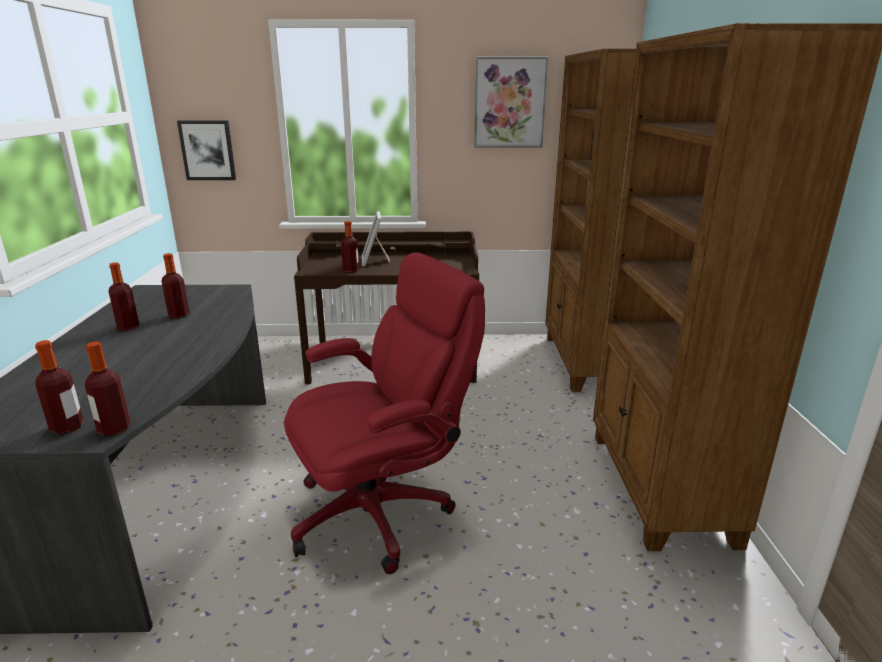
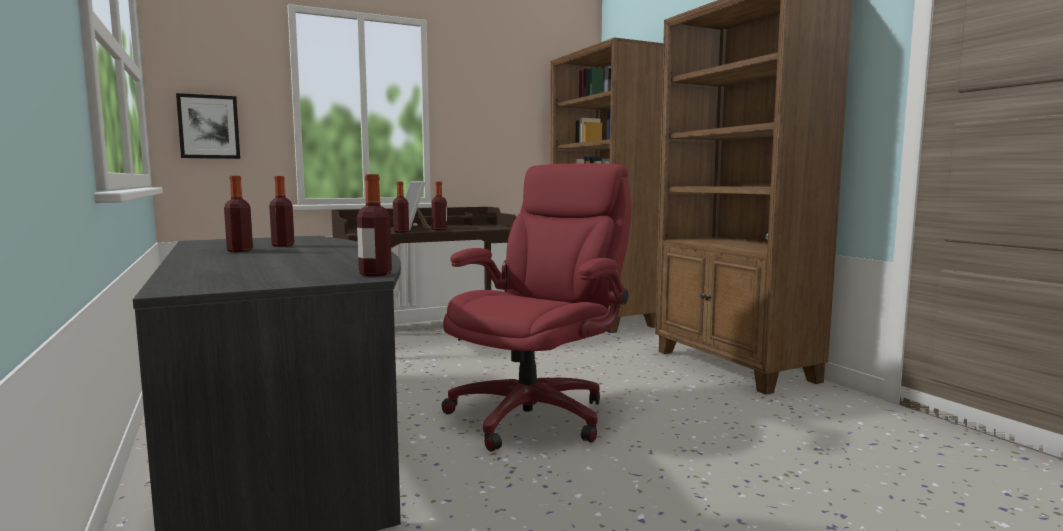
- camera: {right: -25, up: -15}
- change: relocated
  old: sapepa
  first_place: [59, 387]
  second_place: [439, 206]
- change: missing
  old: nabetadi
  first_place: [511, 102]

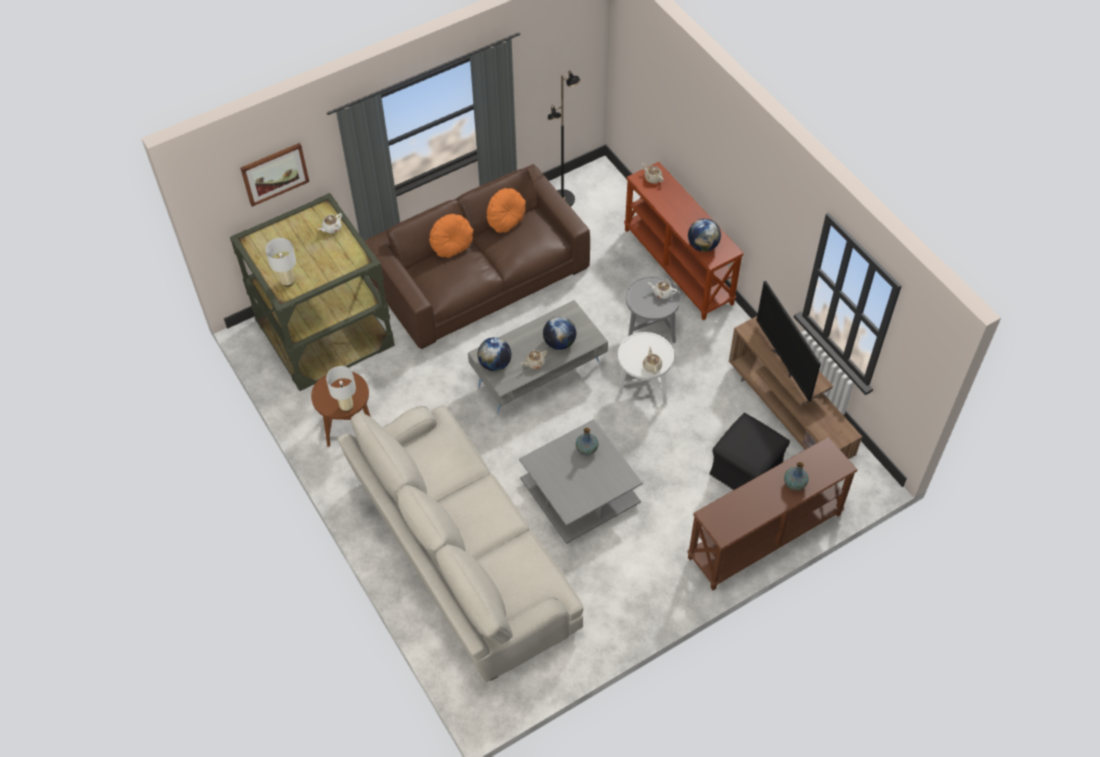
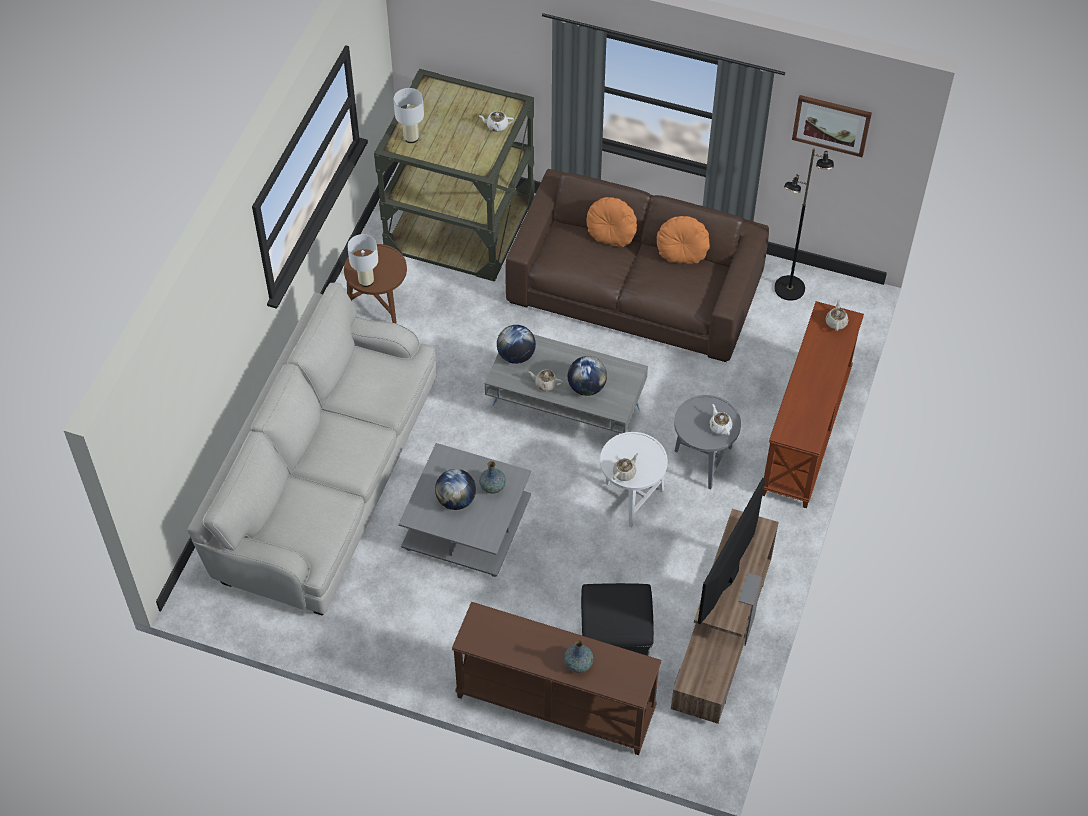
- camera: {right: 50, up: 0}
- change: relocated
  old: nabetadi
  first_place: [274, 175]
  second_place: [832, 126]
- change: relocated
  old: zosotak
  first_place: [704, 235]
  second_place: [455, 489]

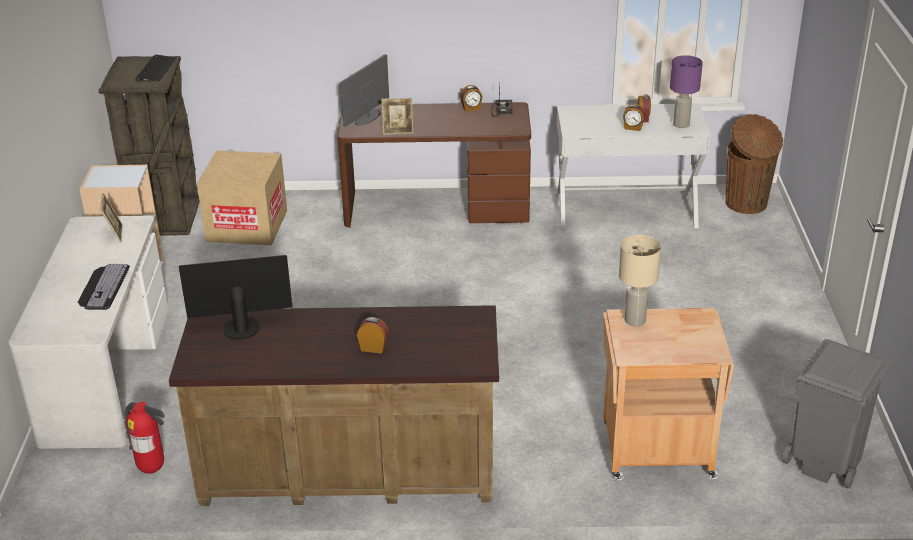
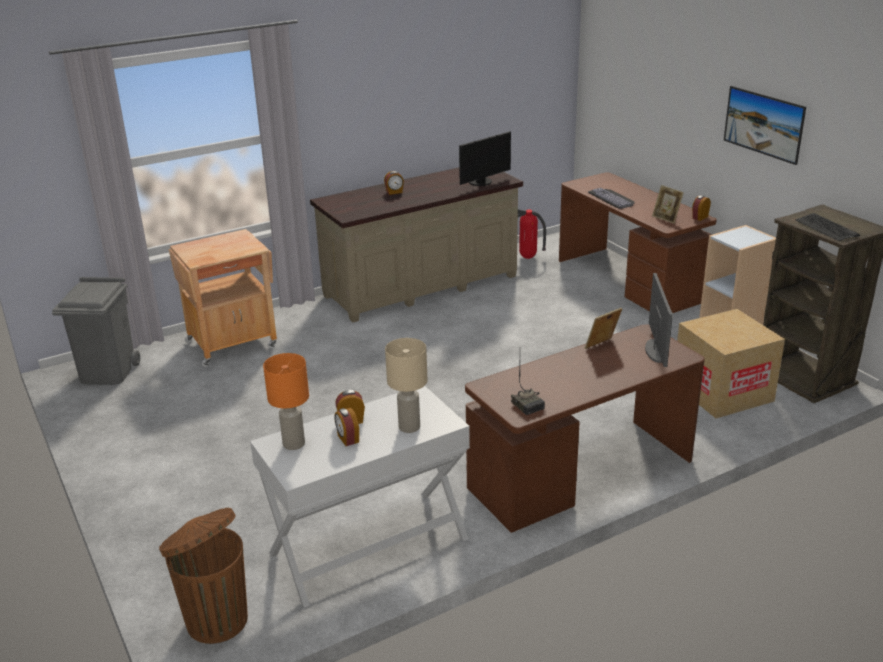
- camera: {right: 150, up: -5}
- change: colour
  old: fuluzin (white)
  new: fuluzin (brown)
  first_place: [88, 332]
  second_place: [638, 243]
- change: relocated
  old: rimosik
  first_place: [471, 98]
  second_place: [701, 208]
- change: relocated
  old: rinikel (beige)
  first_place: [640, 280]
  second_place: [406, 385]
- change: colour
  old: rinikel (purple)
  new: rinikel (orange)
  first_place: [686, 91]
  second_place: [286, 401]
- change: appeared
  new: nabetadi
  second_place: [765, 125]

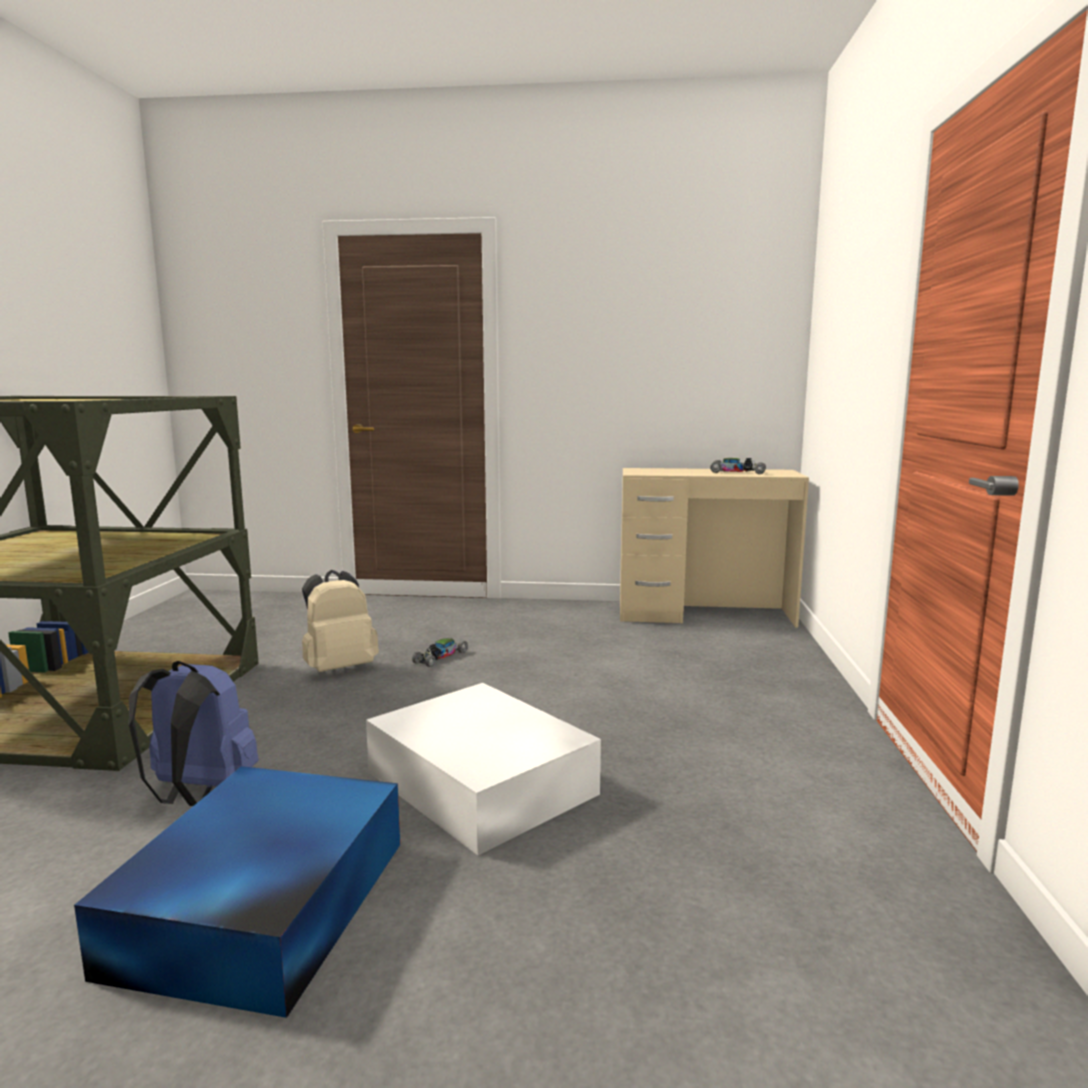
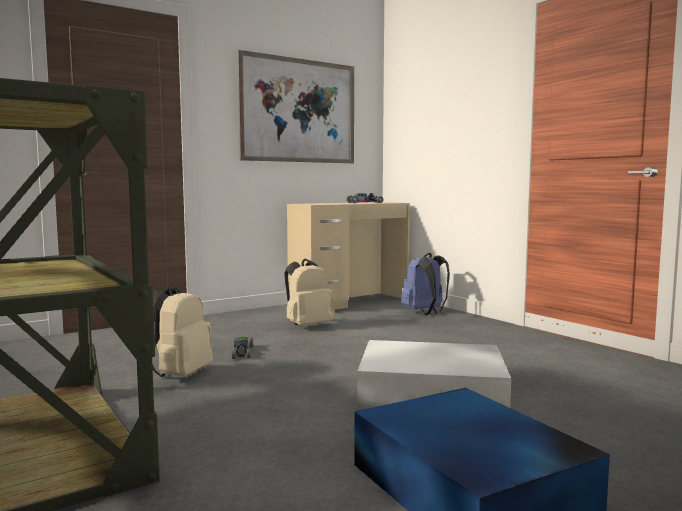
- camera: {right: -40, up: -5}
- change: relocated
  old: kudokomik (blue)
  first_place: [194, 733]
  second_place: [425, 284]
- change: appeared
  new: nabetadi
  second_place: [295, 106]
- change: appeared
  new: kudokomik (beige)
  second_place: [309, 292]

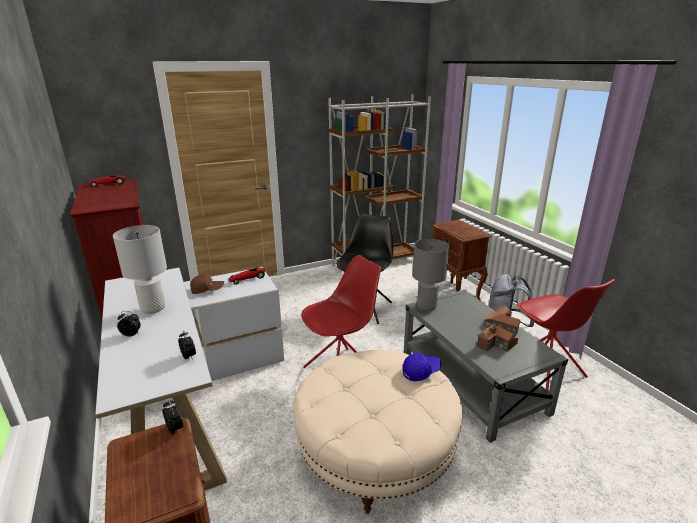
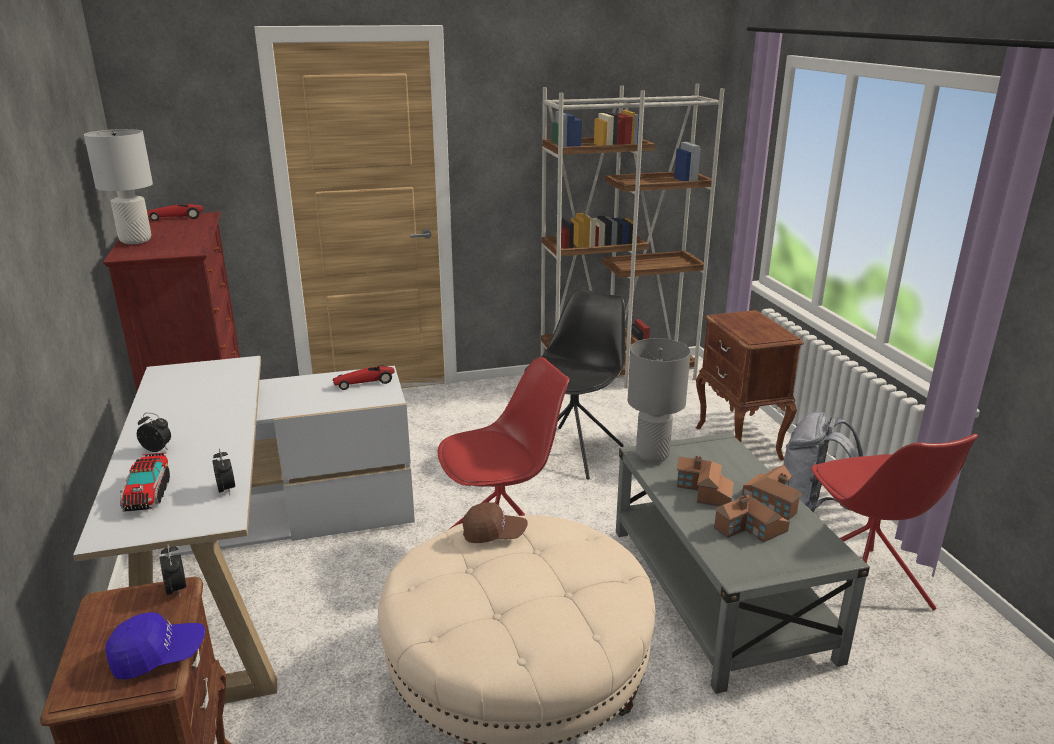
- camera: {right: 10, up: 0}
- change: relocated
  old: rinikel (grey)
  first_place: [140, 269]
  second_place: [118, 186]
- change: relocated
  old: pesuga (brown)
  first_place: [207, 284]
  second_place: [495, 522]
- change: relocated
  old: pesuga (blue)
  first_place: [422, 367]
  second_place: [155, 646]
- change: appeared
  new: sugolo
  second_place: [145, 482]
- change: appeared
  new: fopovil
  second_place: [705, 481]

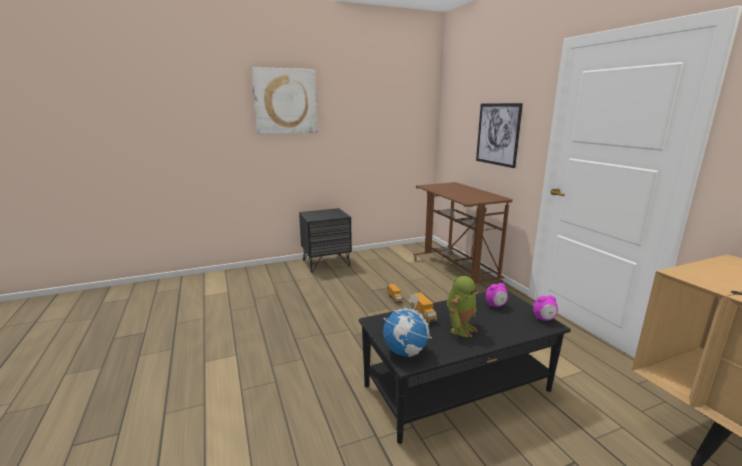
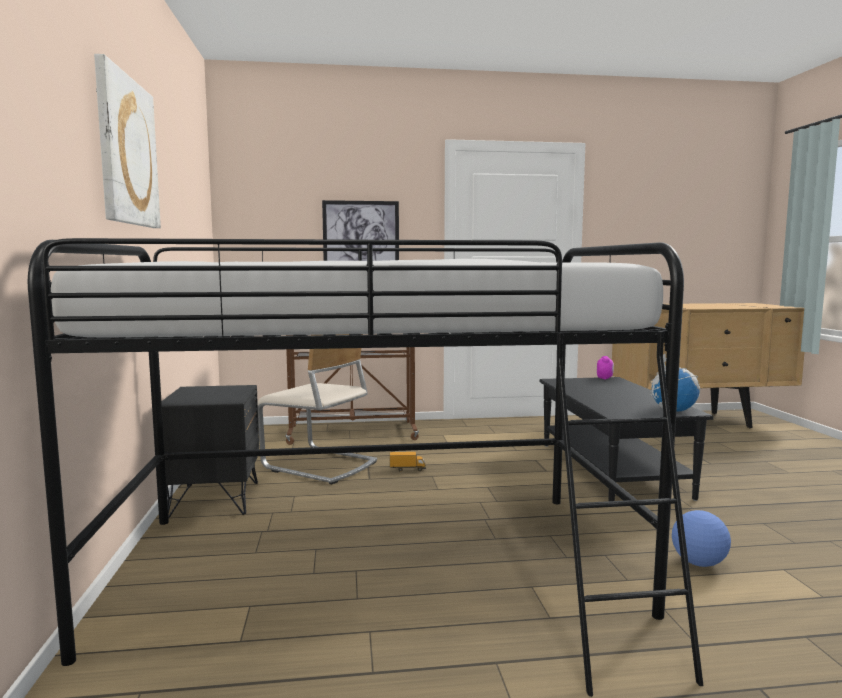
- camera: {right: -75, up: -10}
- change: missing
  old: sugolo
  first_place: [424, 307]
- change: missing
  old: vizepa
  first_place: [462, 306]
- change: missing
  old: rimosik
  first_place: [497, 295]
- change: appeared
  new: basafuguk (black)
  second_place: [365, 467]
- change: appeared
  new: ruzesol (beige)
  second_place: [317, 409]
- change: appeared
  new: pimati
  second_place: [701, 538]

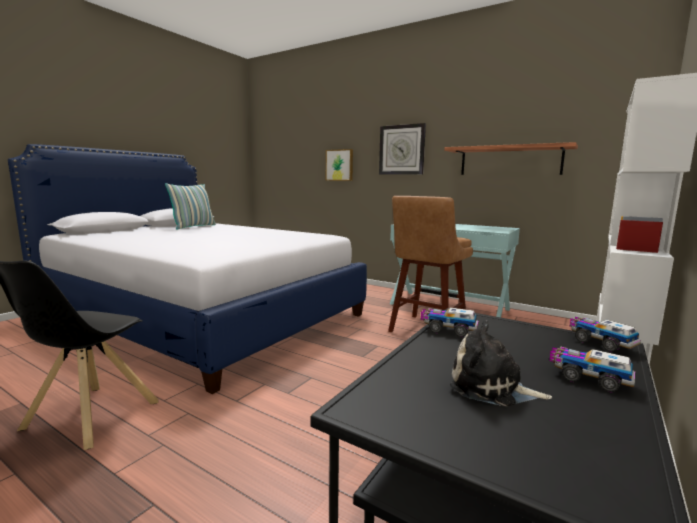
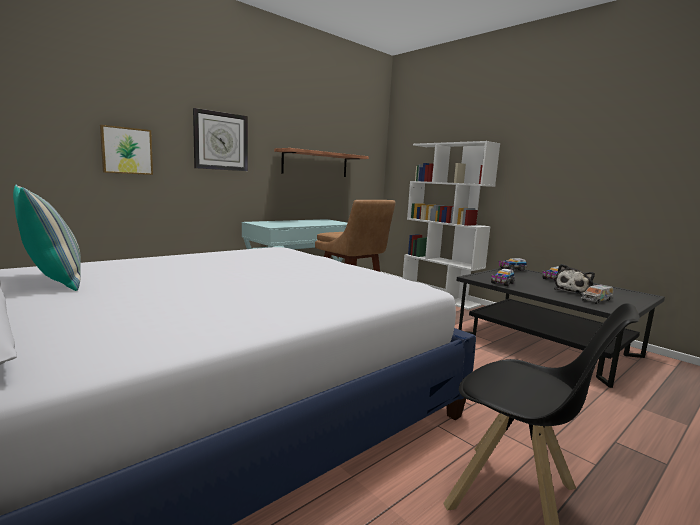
- camera: {right: -75, up: 0}
- change: appeared
  new: sugolo
  second_place: [597, 294]

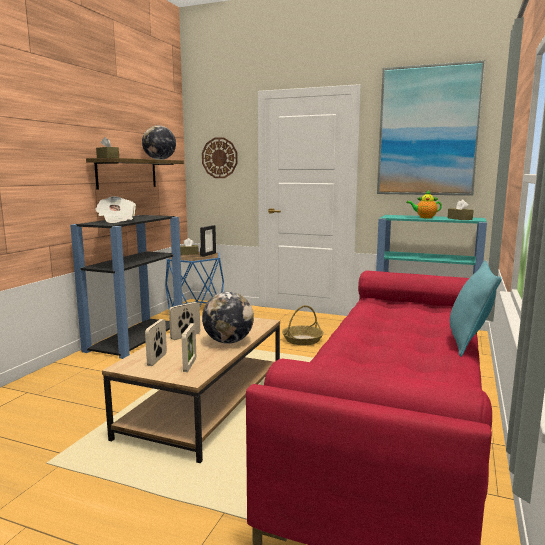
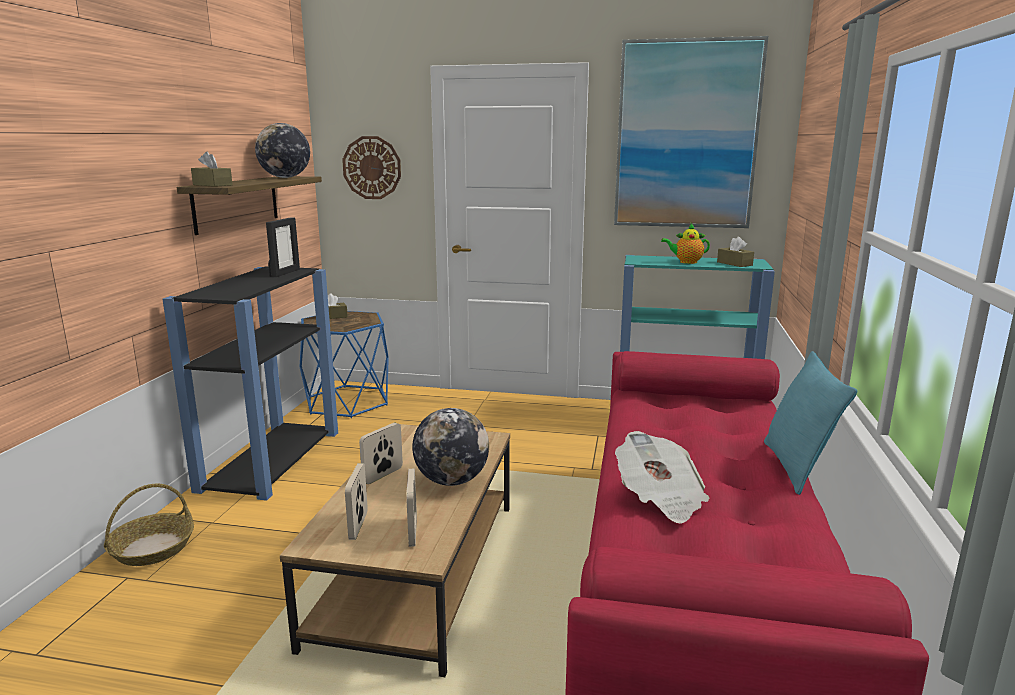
- camera: {right: -10, up: 5}
- change: relocated
  old: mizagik
  first_place: [115, 209]
  second_place: [662, 477]
- change: relocated
  old: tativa
  first_place: [208, 241]
  second_place: [283, 247]
- change: relocated
  old: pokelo
  first_place: [303, 325]
  second_place: [149, 525]

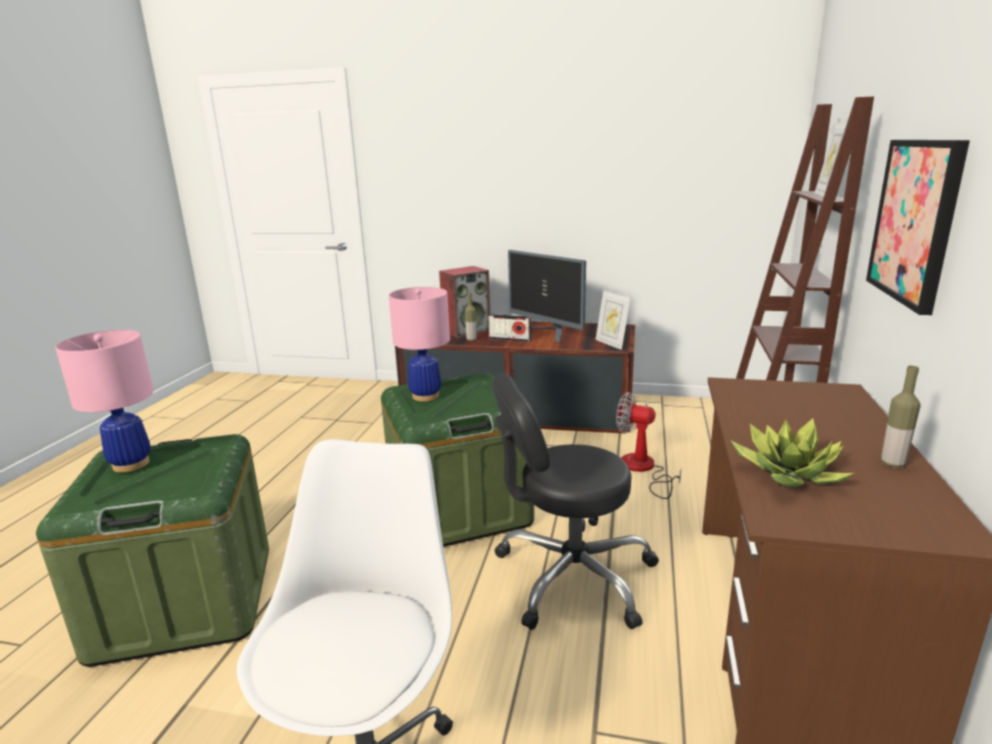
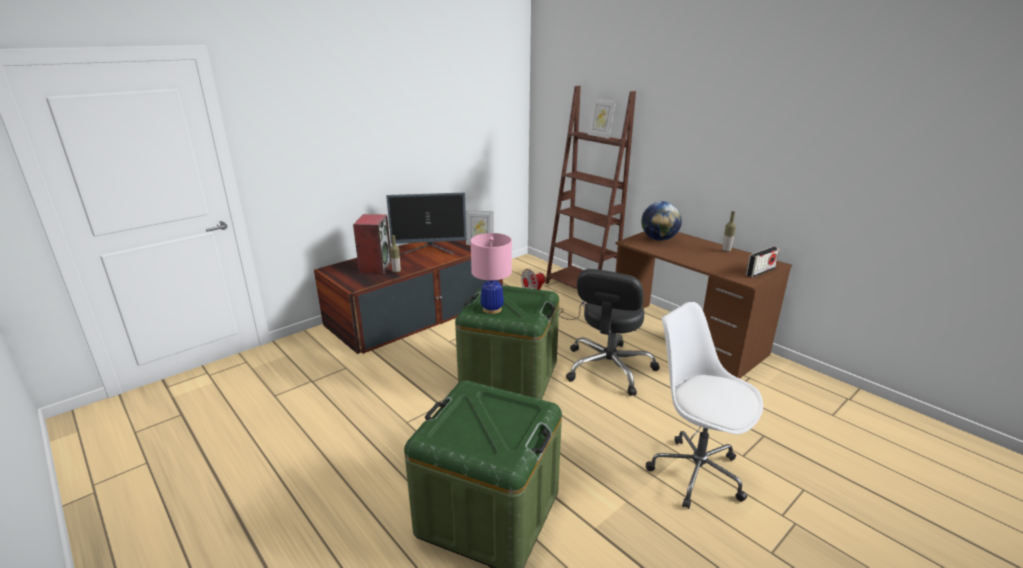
- camera: {right: -55, up: 5}
- change: missing
  old: rinikel (pink)
  first_place: [104, 401]
- change: relocated
  old: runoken
  first_place: [509, 328]
  second_place: [762, 262]
- change: missing
  old: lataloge
  first_place: [792, 452]
- change: missing
  old: nabetadi
  first_place: [918, 227]
- change: appeared
  new: zosotak
  second_place: [661, 221]

